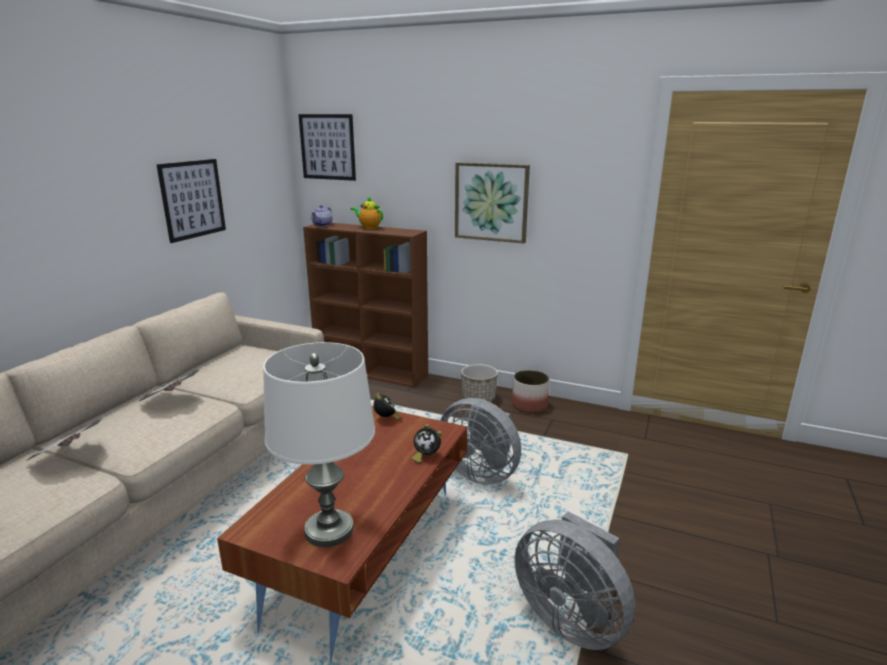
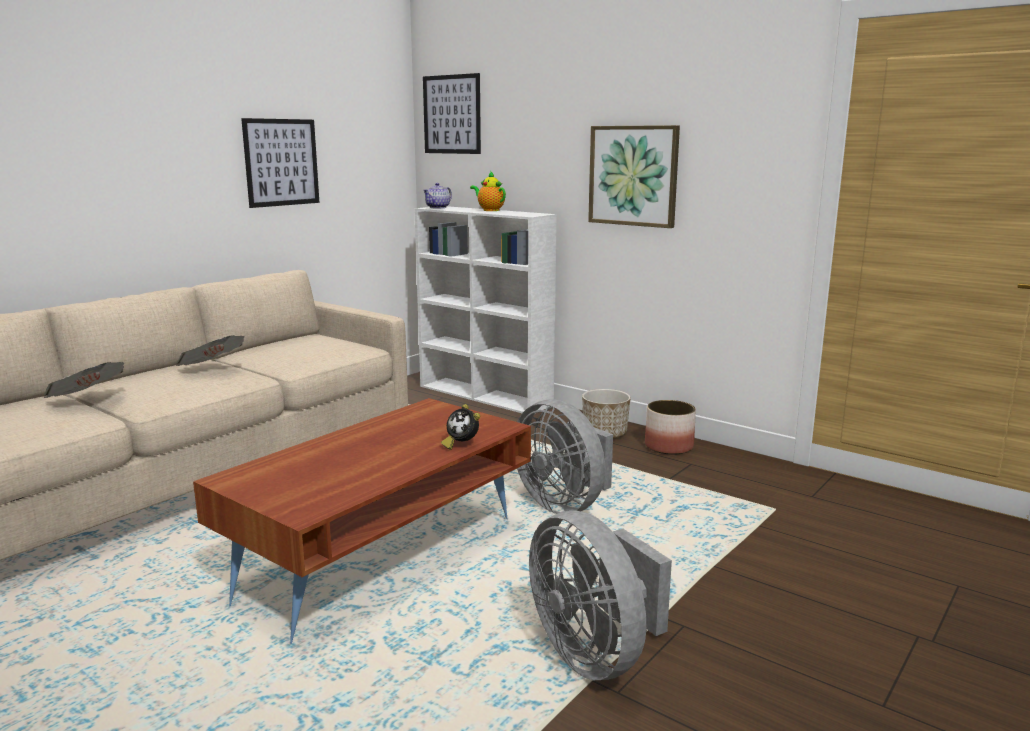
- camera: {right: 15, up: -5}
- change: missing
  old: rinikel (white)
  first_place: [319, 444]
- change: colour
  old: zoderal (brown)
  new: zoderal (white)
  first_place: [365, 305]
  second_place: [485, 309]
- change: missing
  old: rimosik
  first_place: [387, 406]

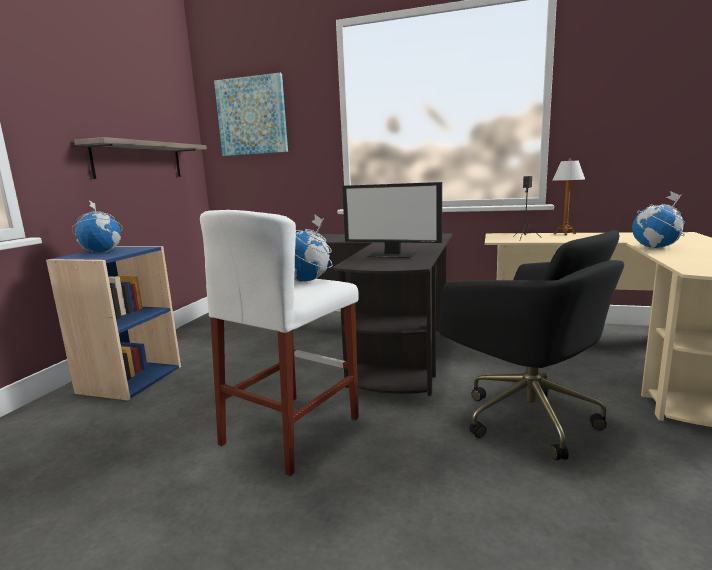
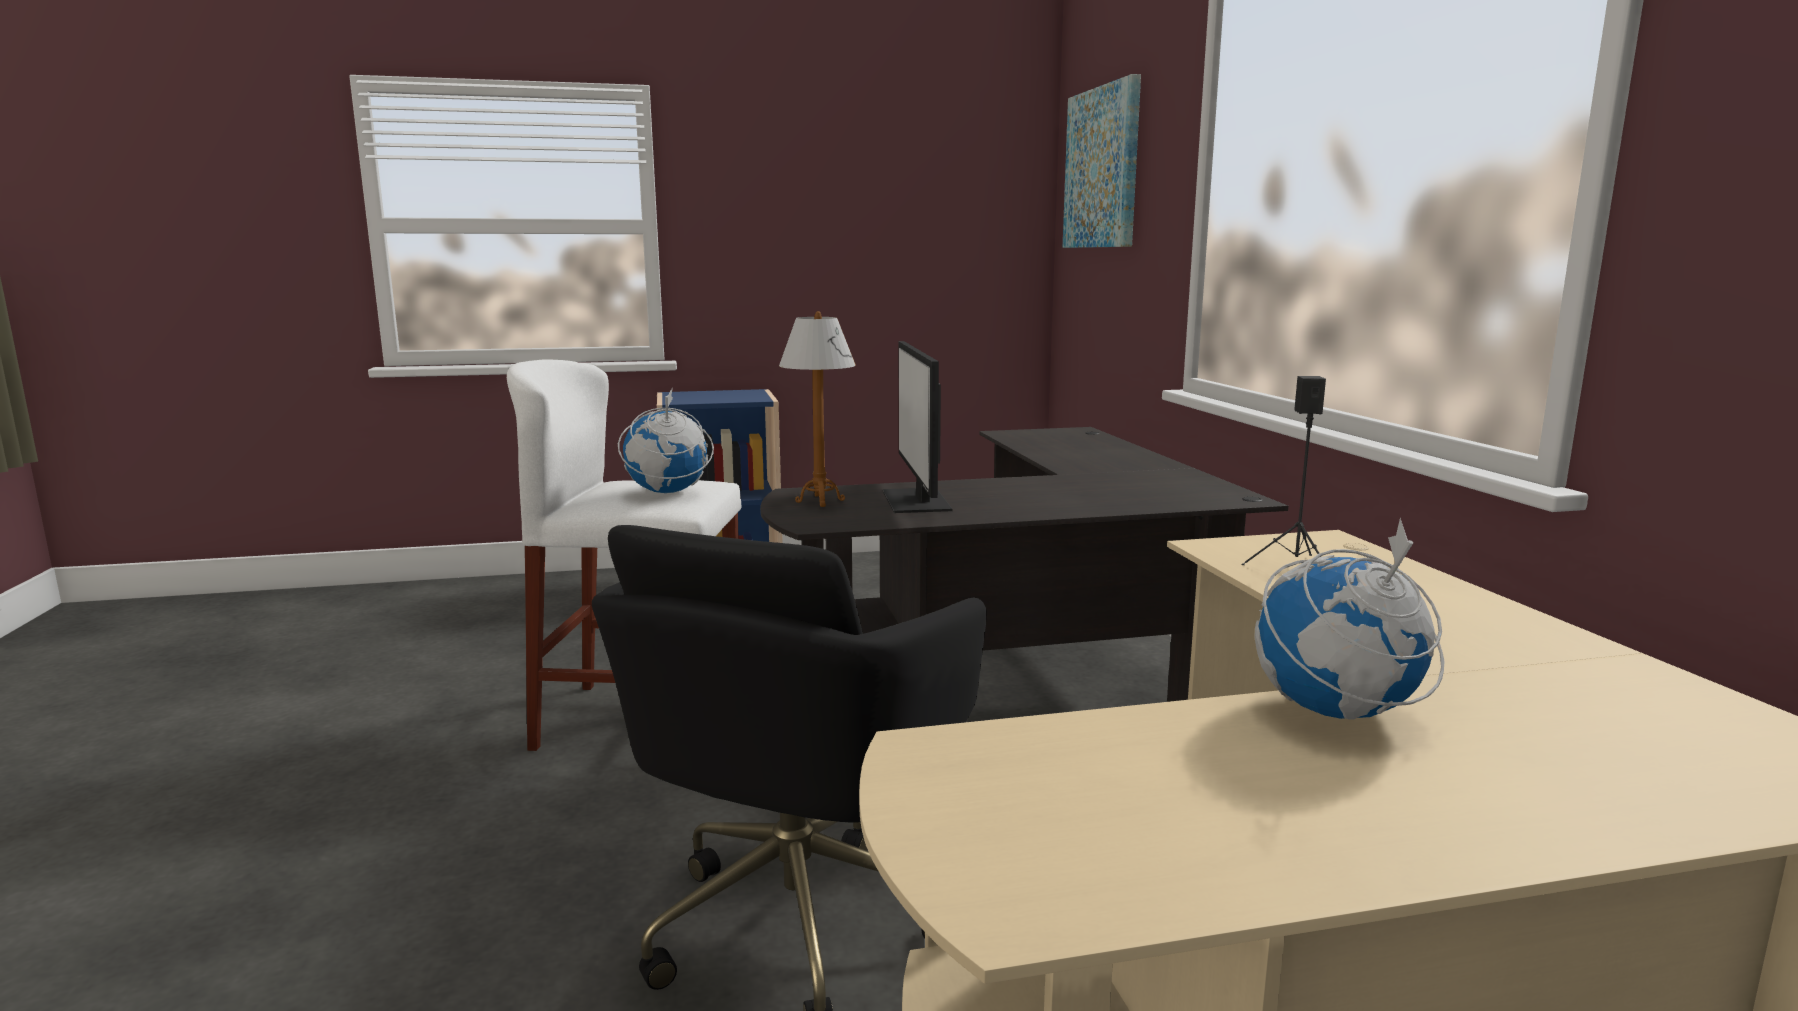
- camera: {right: 60, up: 0}
- change: missing
  old: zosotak
  first_place: [97, 226]
- change: missing
  old: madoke
  first_place: [140, 158]
- change: relocated
  old: rinikel
  first_place: [569, 196]
  second_place: [817, 409]

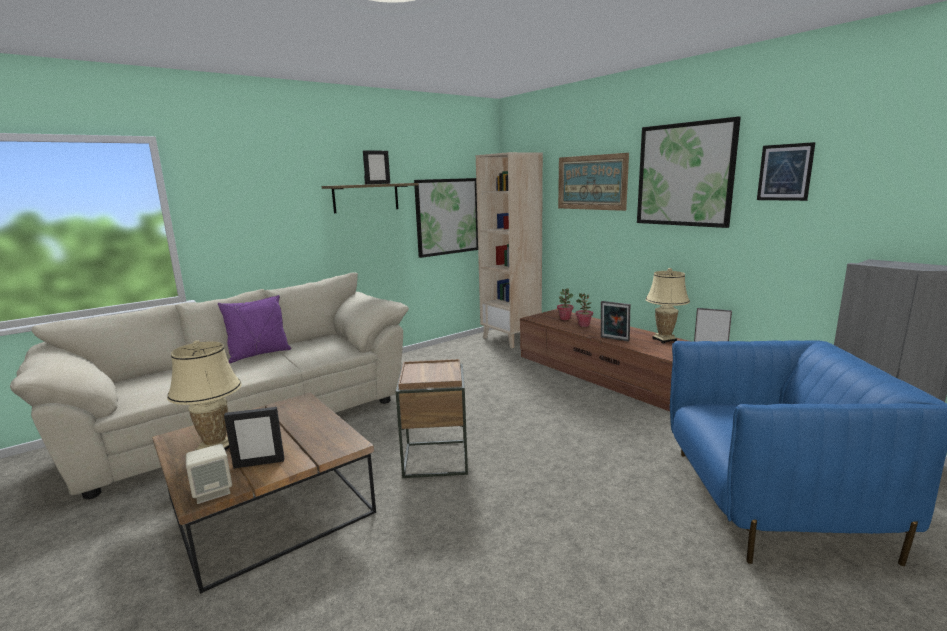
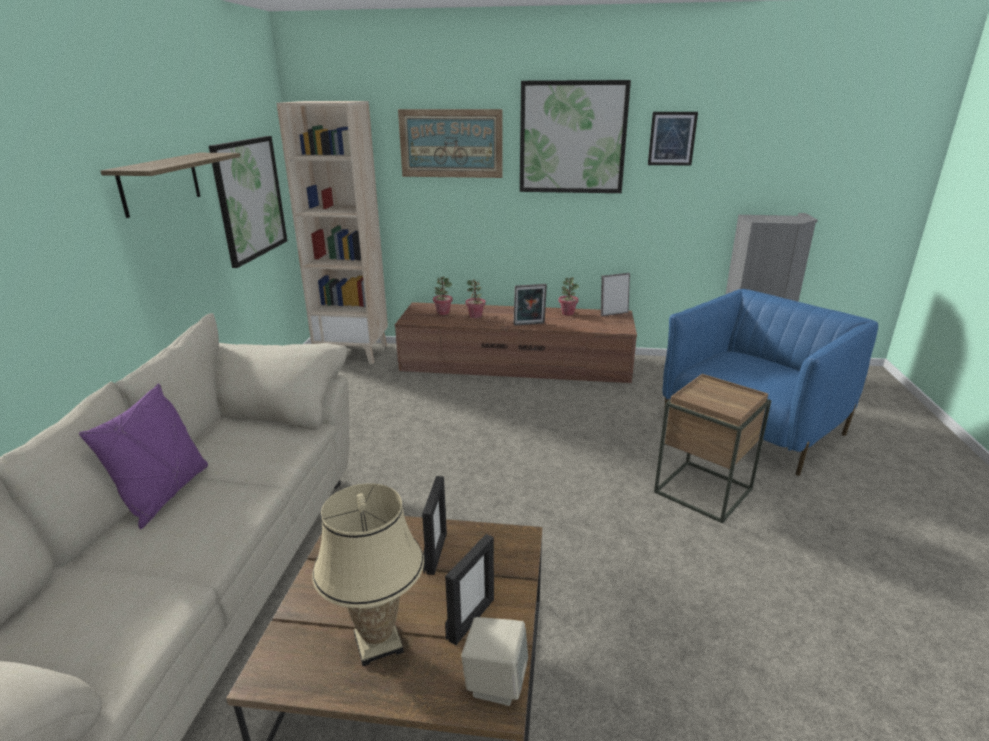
- camera: {right: -45, up: 10}
- change: relocated
  old: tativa
  first_place: [376, 167]
  second_place: [434, 525]
- change: relocated
  old: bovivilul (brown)
  first_place: [432, 418]
  second_place: [713, 449]
- change: exchanged
  old: rinikel (beige)
  new: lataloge
  first_place: [667, 306]
  second_place: [569, 296]

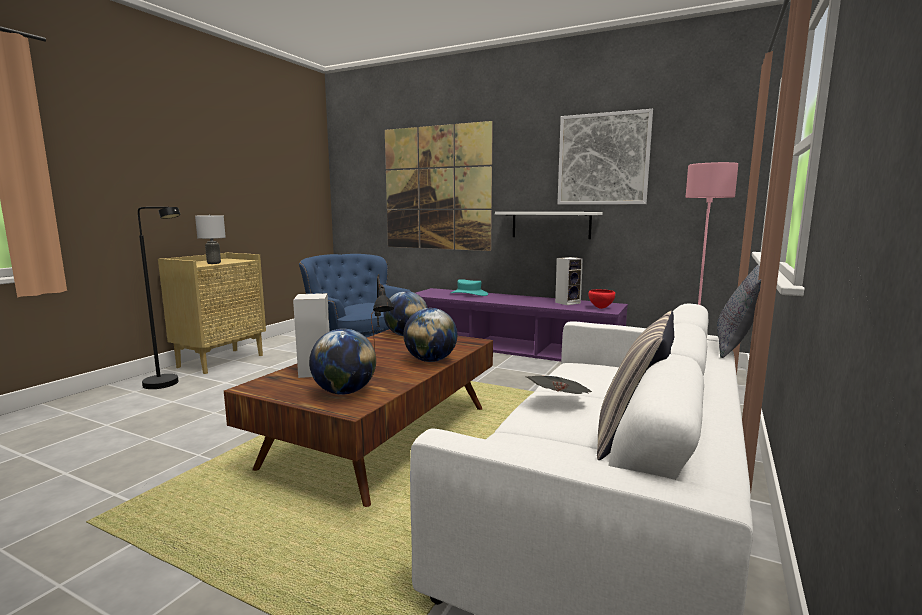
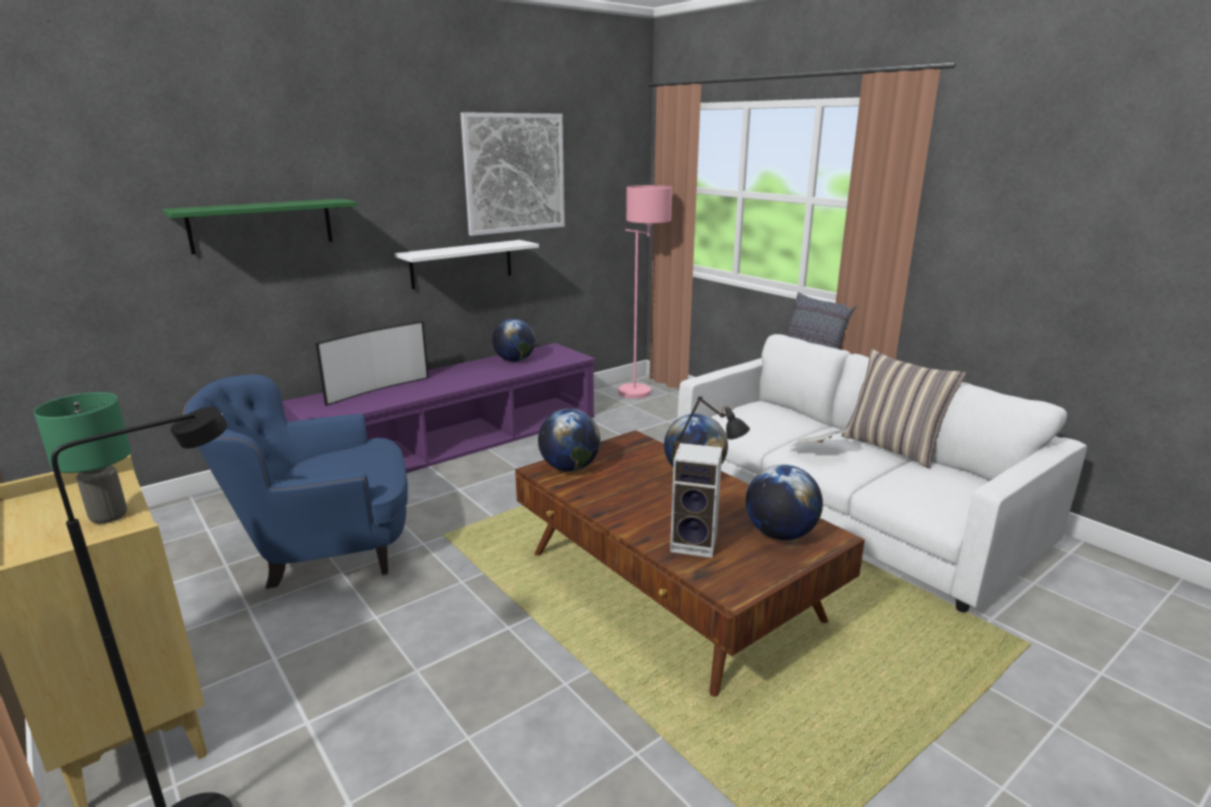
- camera: {right: -65, up: 10}
- change: colour
  old: rinikel (white)
  new: rinikel (green)
  first_place: [210, 239]
  second_place: [82, 458]
- change: exchanged
  old: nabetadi
  new: madoke (green)
  first_place: [439, 186]
  second_place: [259, 226]
- change: exchanged
  old: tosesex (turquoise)
  new: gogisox
  first_place: [469, 287]
  second_place: [372, 363]
- change: exchanged
  old: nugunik
  new: zosotak
  first_place: [569, 281]
  second_place: [513, 340]
- change: missing
  old: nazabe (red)
  first_place: [602, 299]

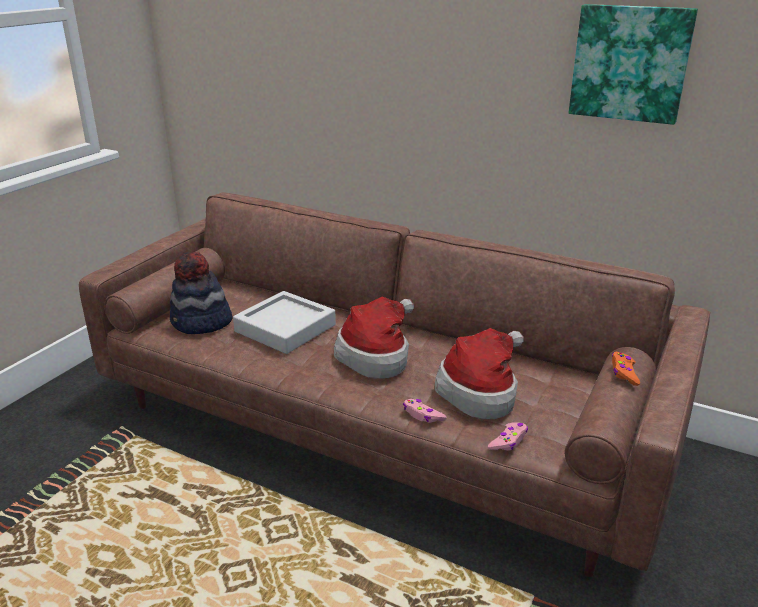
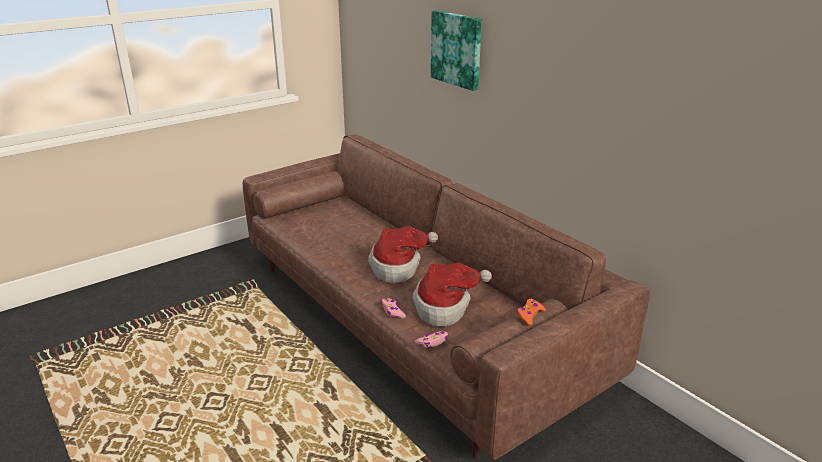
- camera: {right: 25, up: 0}
- change: missing
  old: tosesex
  first_place: [201, 293]
- change: missing
  old: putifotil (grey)
  first_place: [284, 322]
- change: relocated
  old: nabetadi
  first_place: [633, 64]
  second_place: [456, 50]

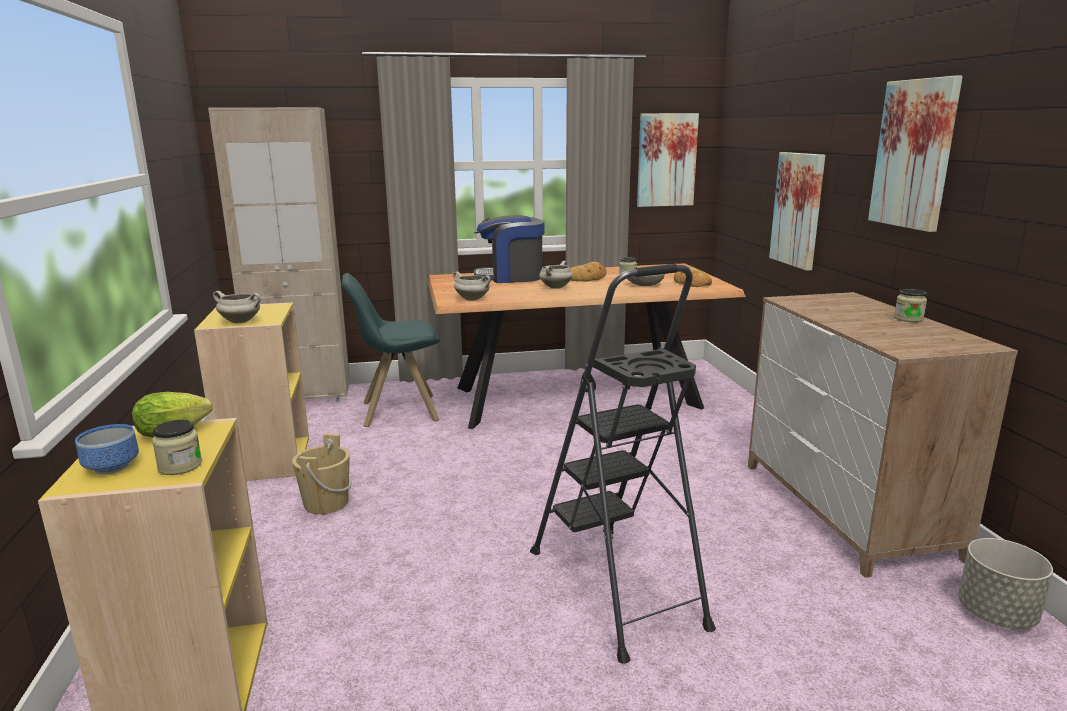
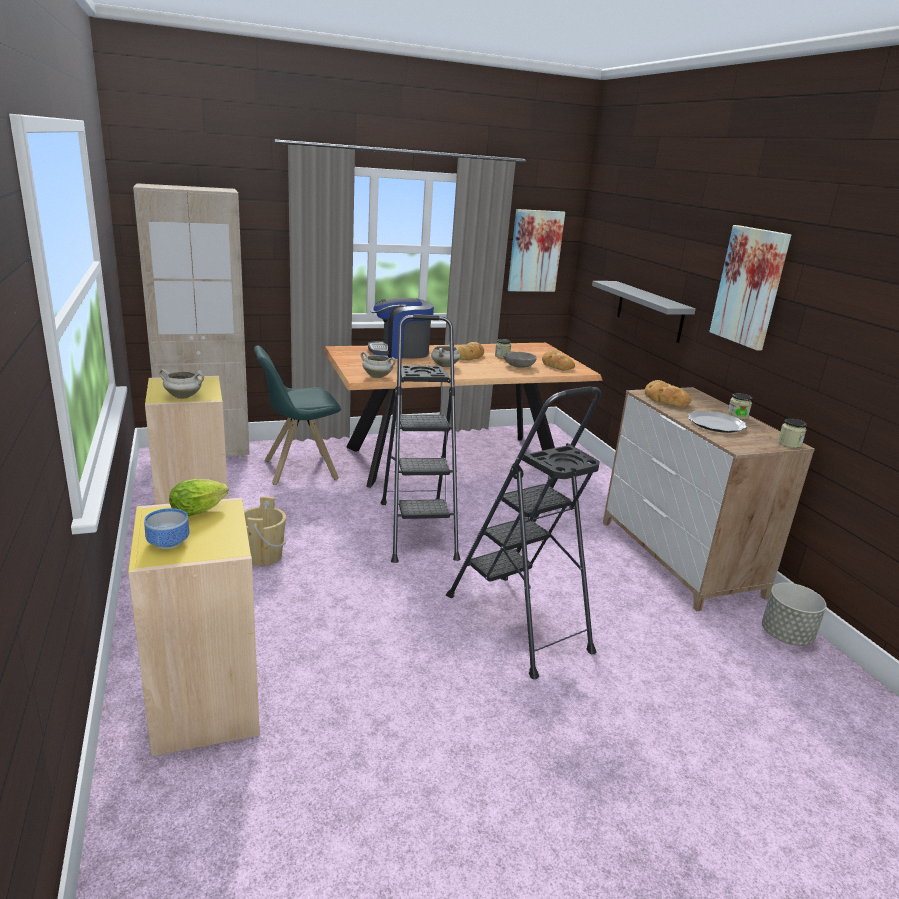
- camera: {right: -10, up: 5}
- change: relocated
  old: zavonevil
  first_place: [177, 447]
  second_place: [792, 433]
- change: exchanged
  old: nabetadi
  new: madoke (grey)
  first_place: [797, 211]
  second_place: [644, 312]
- change: appeared
  new: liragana
  second_place: [420, 438]
- change: appeared
  new: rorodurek
  second_place: [668, 393]
- change: appeared
  new: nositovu
  second_place: [717, 422]

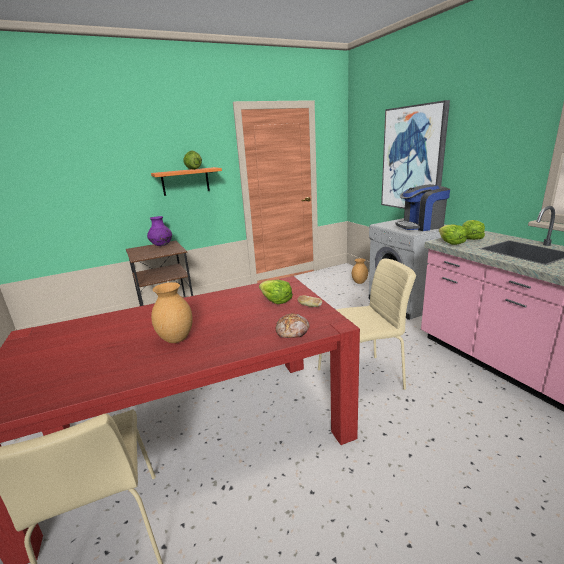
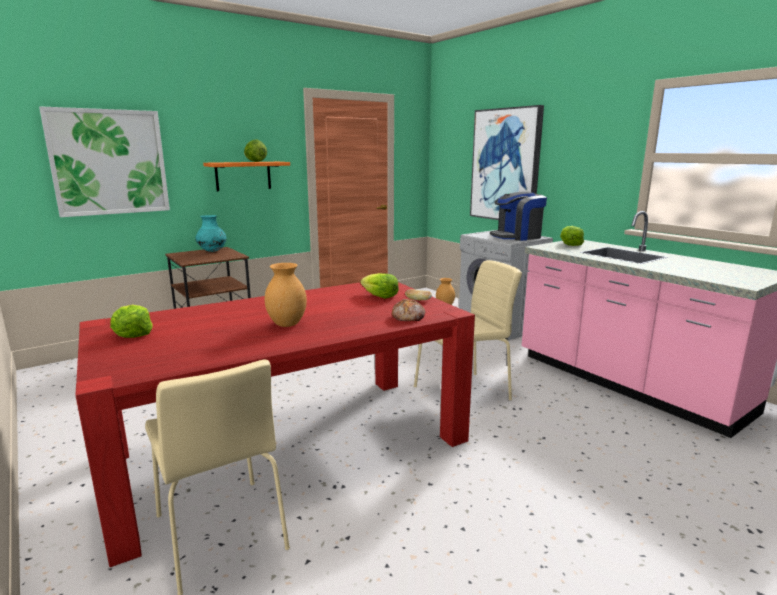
- camera: {right: -10, up: -5}
- change: colour
  old: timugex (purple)
  new: timugex (turquoise)
  first_place: [159, 231]
  second_place: [210, 233]
- change: relocated
  old: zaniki
  first_place: [453, 234]
  second_place: [131, 321]
- change: appeared
  new: nabetadi
  second_place: [104, 161]

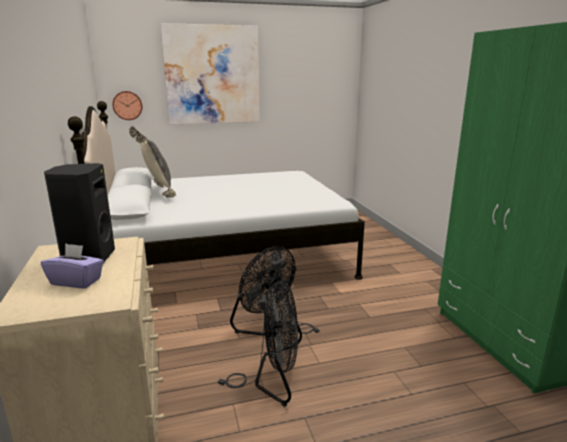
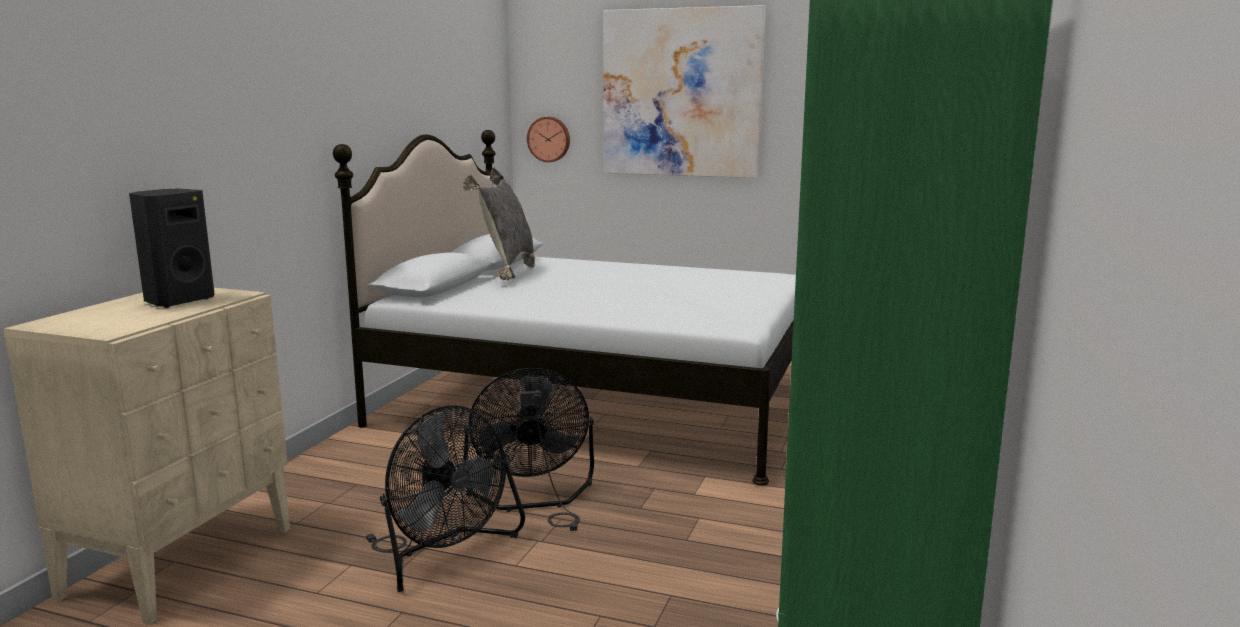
- camera: {right: 35, up: -5}
- change: missing
  old: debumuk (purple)
  first_place: [72, 265]

